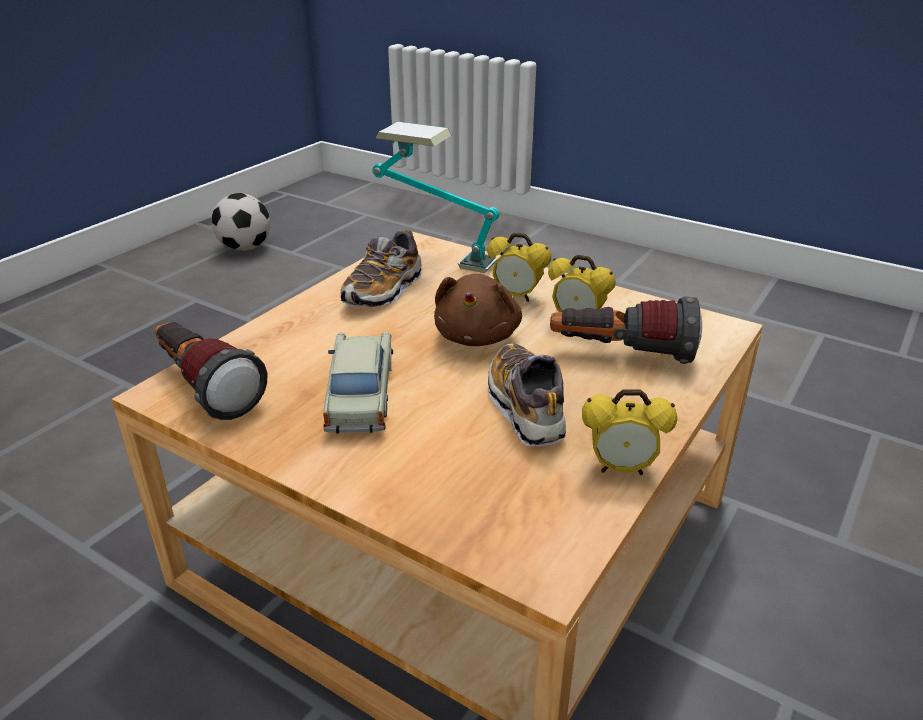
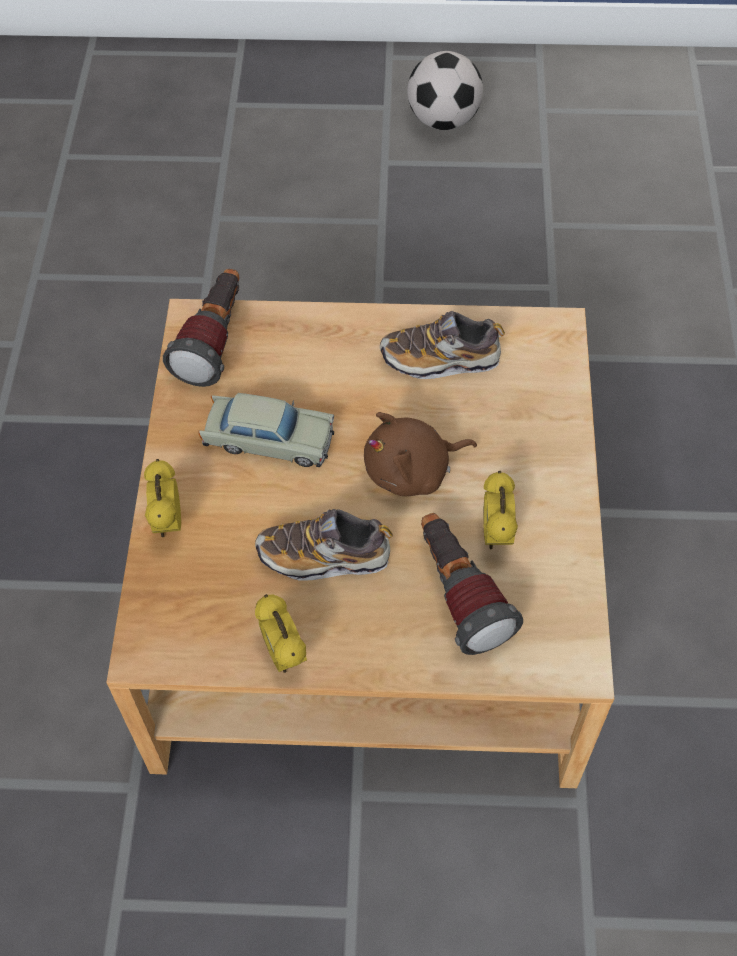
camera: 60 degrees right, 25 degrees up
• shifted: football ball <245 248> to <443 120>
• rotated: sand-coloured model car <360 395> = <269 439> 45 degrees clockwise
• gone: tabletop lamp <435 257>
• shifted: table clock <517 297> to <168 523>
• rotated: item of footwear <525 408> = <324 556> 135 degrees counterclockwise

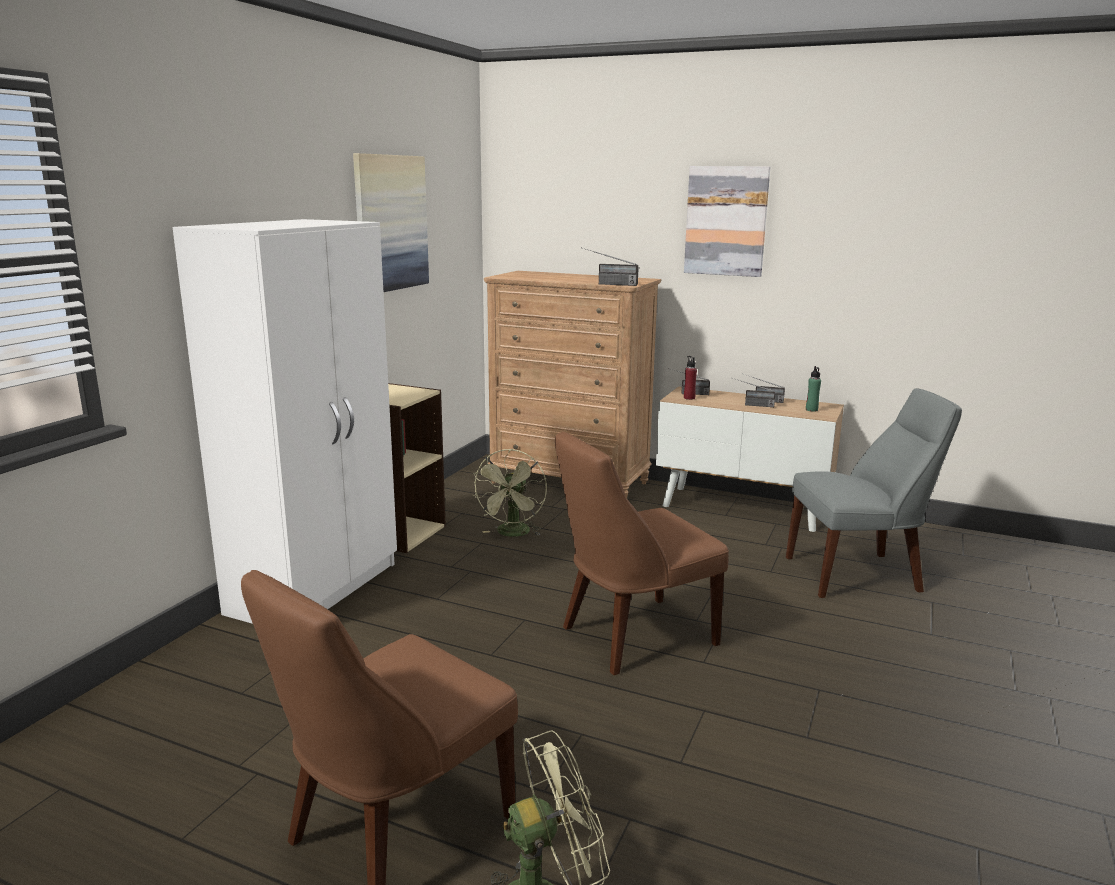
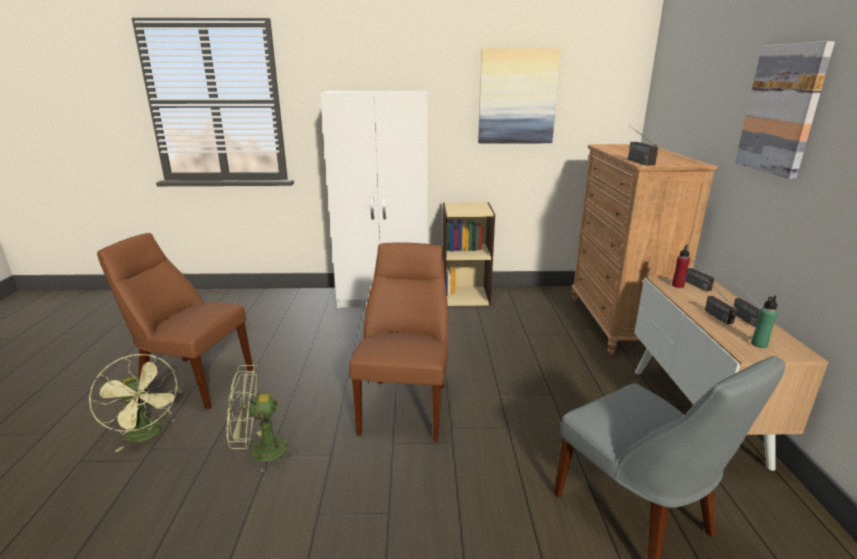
camera: 65 degrees right, 5 degrees up
• shifted: green-coloured fan <512 534> to <260 452>
• rotated: brown-coloured chair <632 637> = <406 405> 60 degrees clockwise

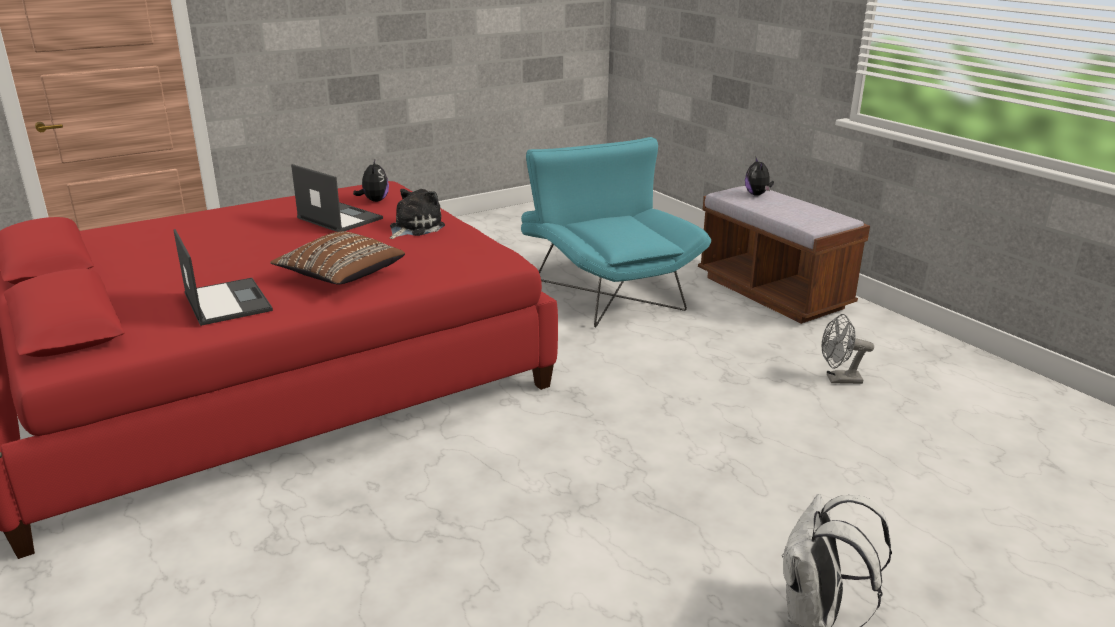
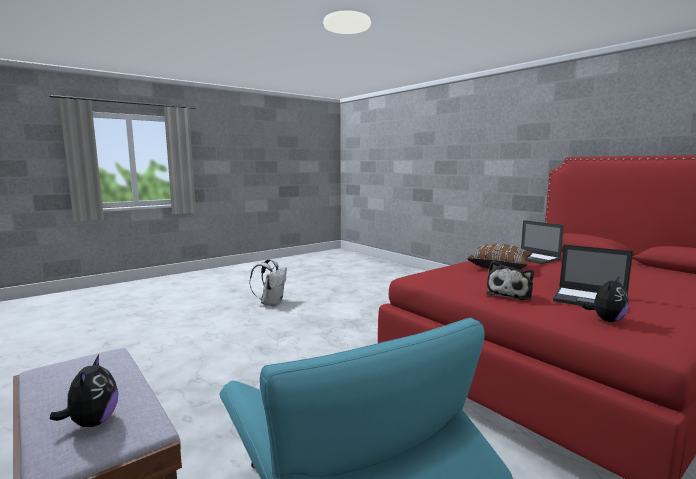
camera: 175 degrees right, 15 degrees down
• rotated: cuddly toy <374 201> = <606 320> 120 degrees counterclockwise
• gone: gray fan <838 379>

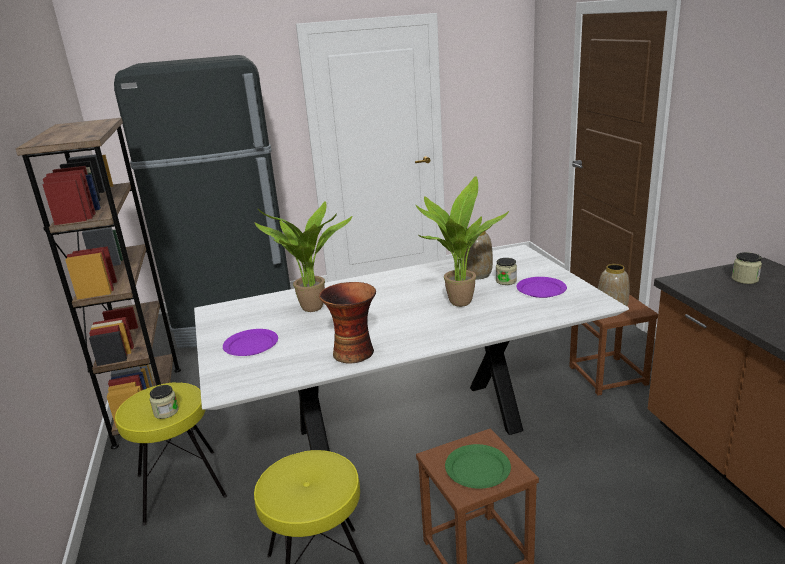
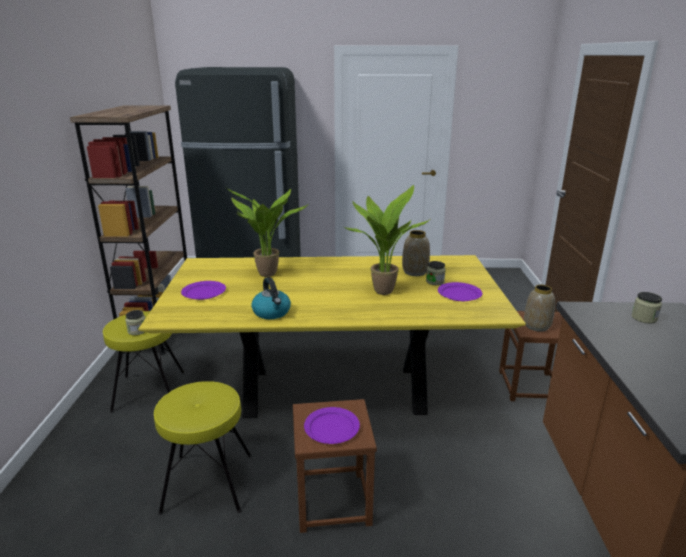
camera: 15 degrees right, 0 degrees up
• repainted: white-coloured kitchen table <408 431> to yellow kitchen table <333 392>
• swapped: vase <354 352> to water kettle <272 312>
• repainted: green-coloured flat dish <478 468> to purplish flat dish <332 427>

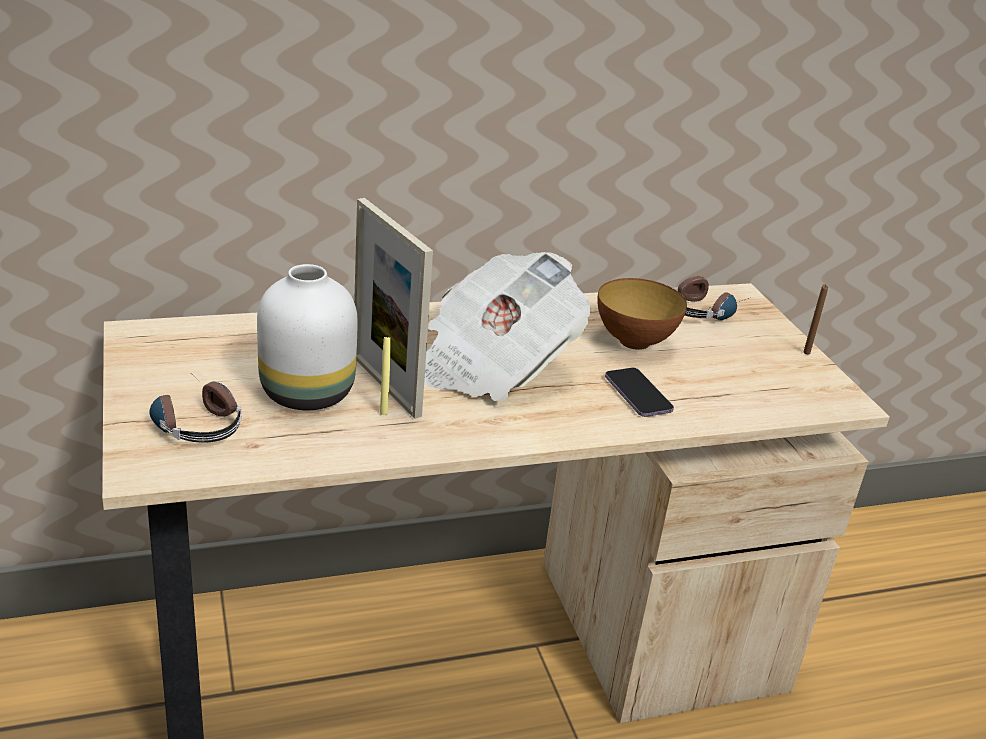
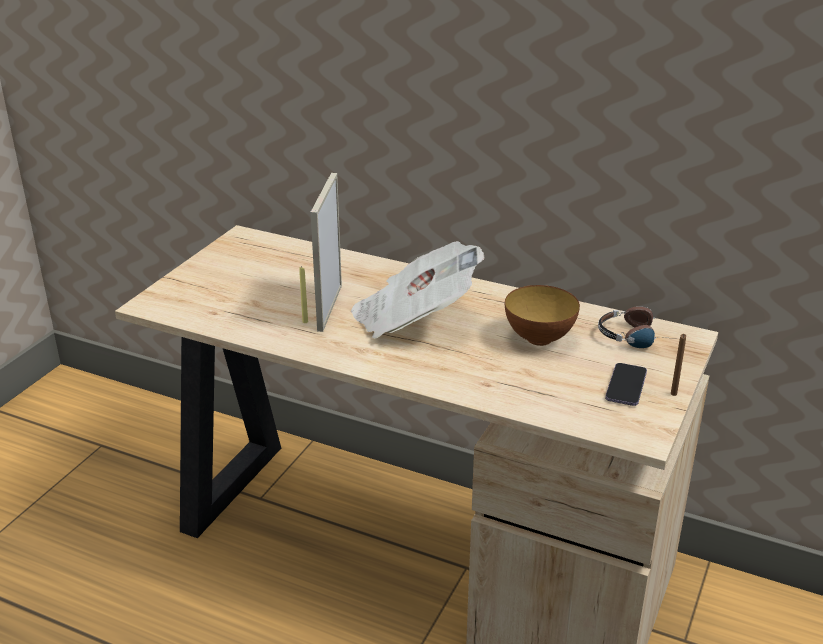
camera: 45 degrees right, 0 degrees up
• gone: headphones <194 421>
• gone: white-coloured vase <306 392>
• shifted: handset <638 394> to <626 386>

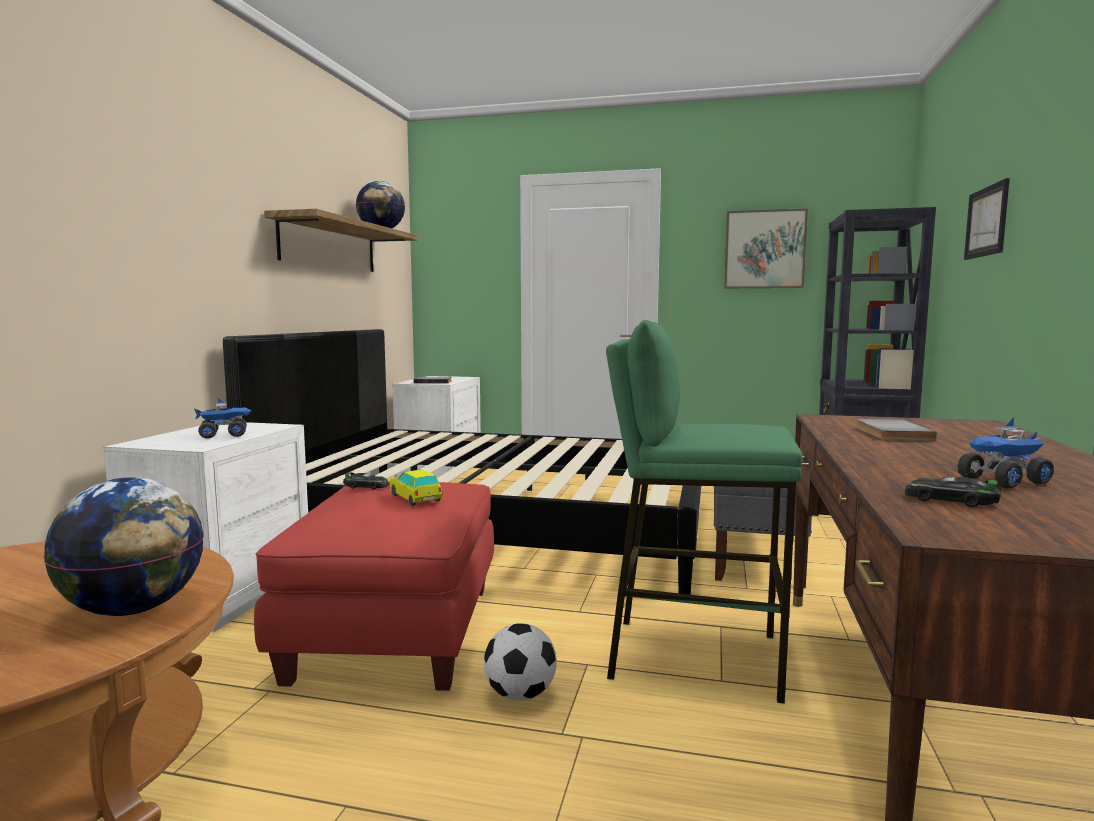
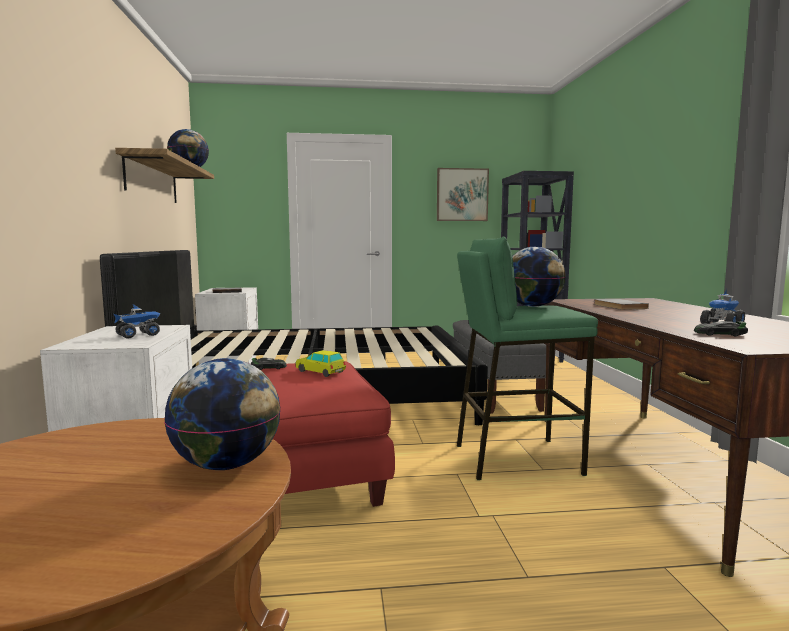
camera: 20 degrees left, 0 degrees up
• gone: football ball <520 695>
• gone: wall picture <987 221>
• new: desk globe <533 306>

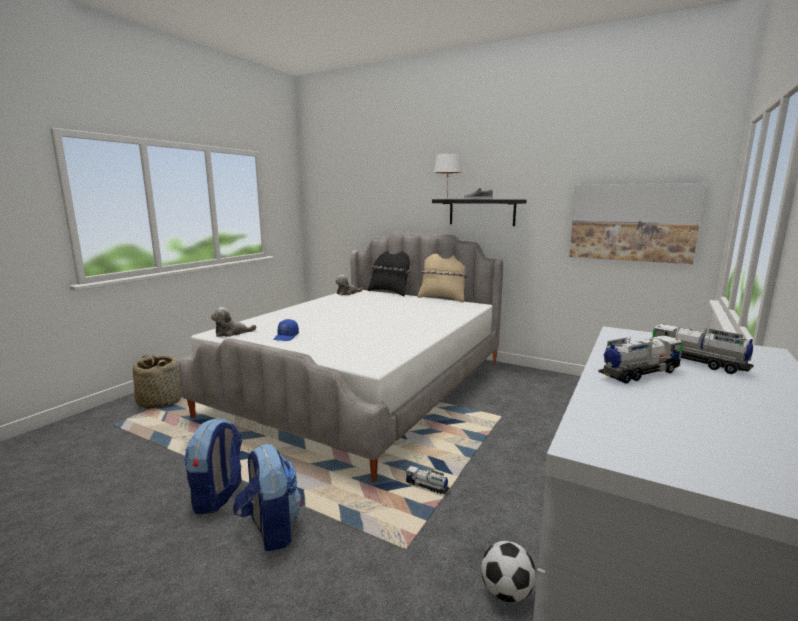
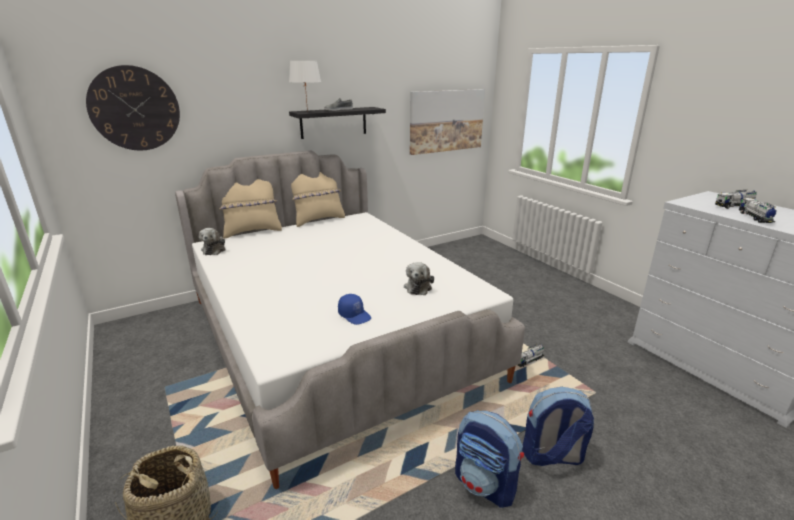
camera: 60 degrees left, 10 degrees up
• shifted: cuddly toy <232 333> to <418 287>
• repainted: black-coloured pillow <390 292> to sand-coloured pillow <252 231>
• gone: football ball <506 592>
• new: wall clock <135 109>

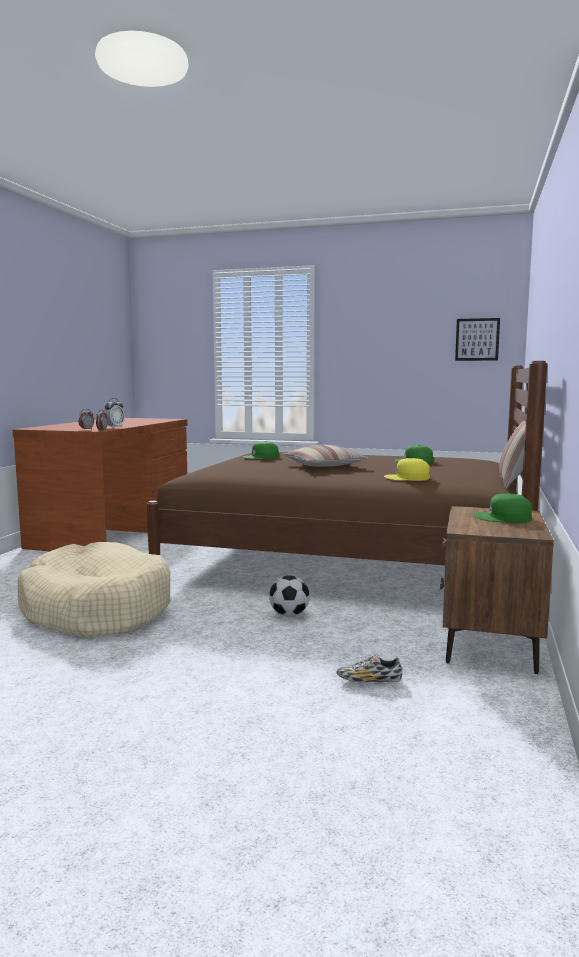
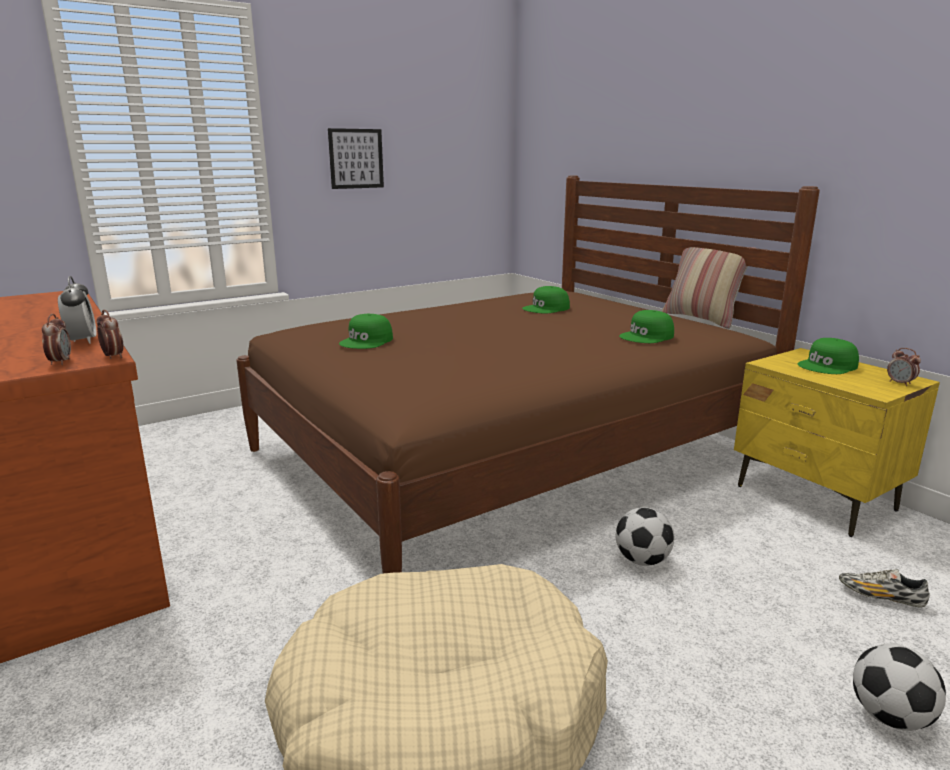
camera: 50 degrees left, 10 degrees up
• gone: pillow <324 466>
• rotated: item of footwear <369 681> = <880 597> 75 degrees clockwise
• repainted: yellow baseball cap <407 478> to green-coloured baseball cap <647 336>
• repainted: brown-coloured nightstand <489 644> to yellow nightstand <815 498>
• shifted: wall picture <477 339> to <356 158>
• new: football ball <889 717>
• new: table clock <900 383>

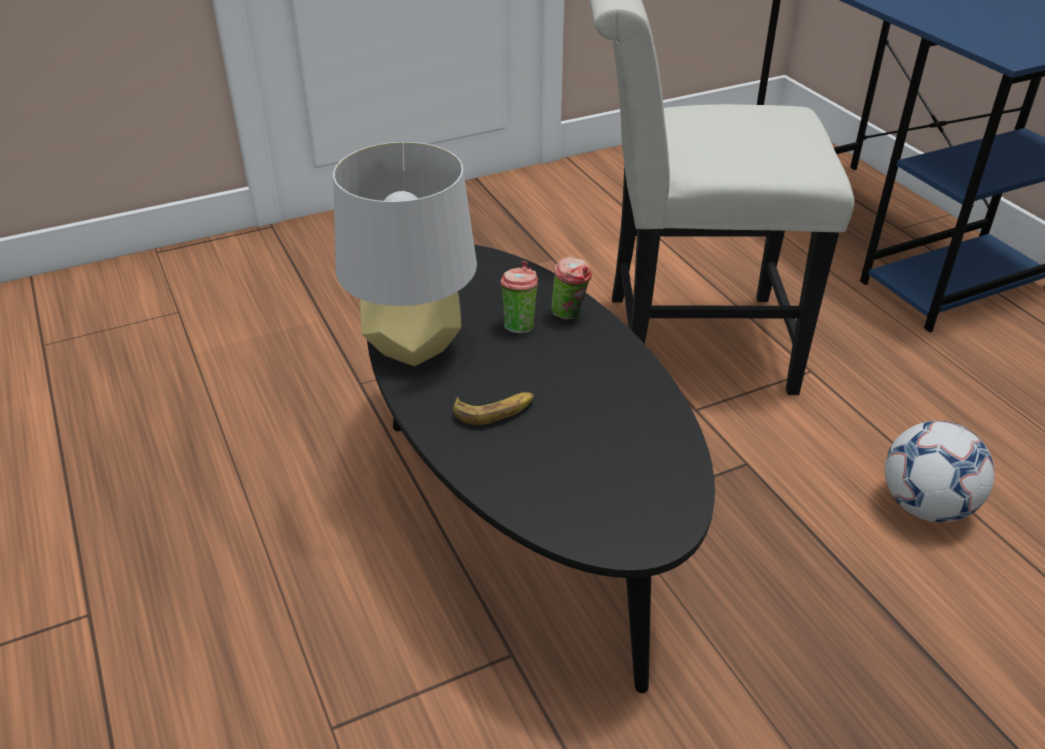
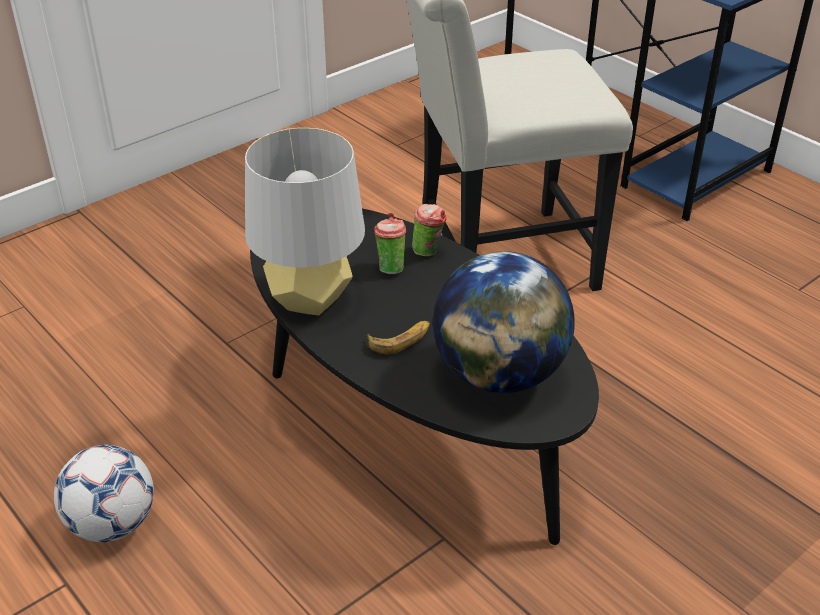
camera: 15 degrees left, 0 degrees up
• shifted: football ball <925 506> to <112 524>
• new: desk globe <499 375>

